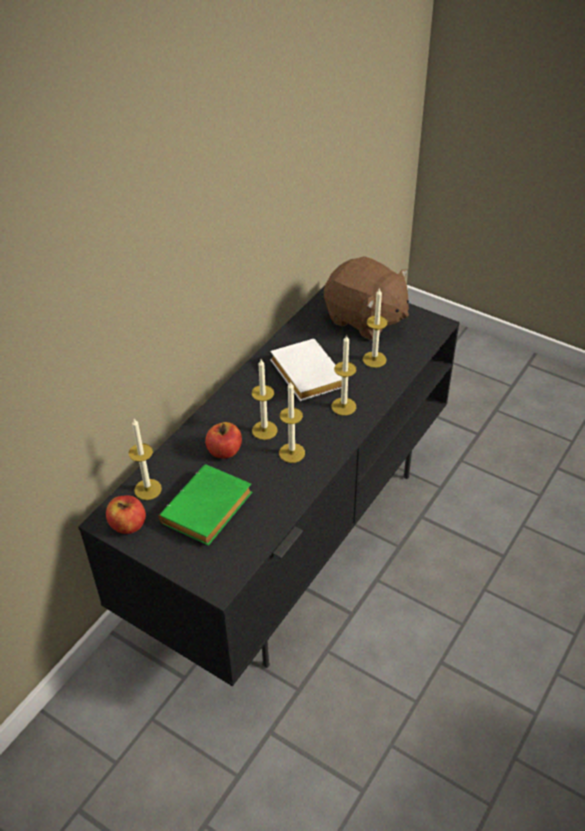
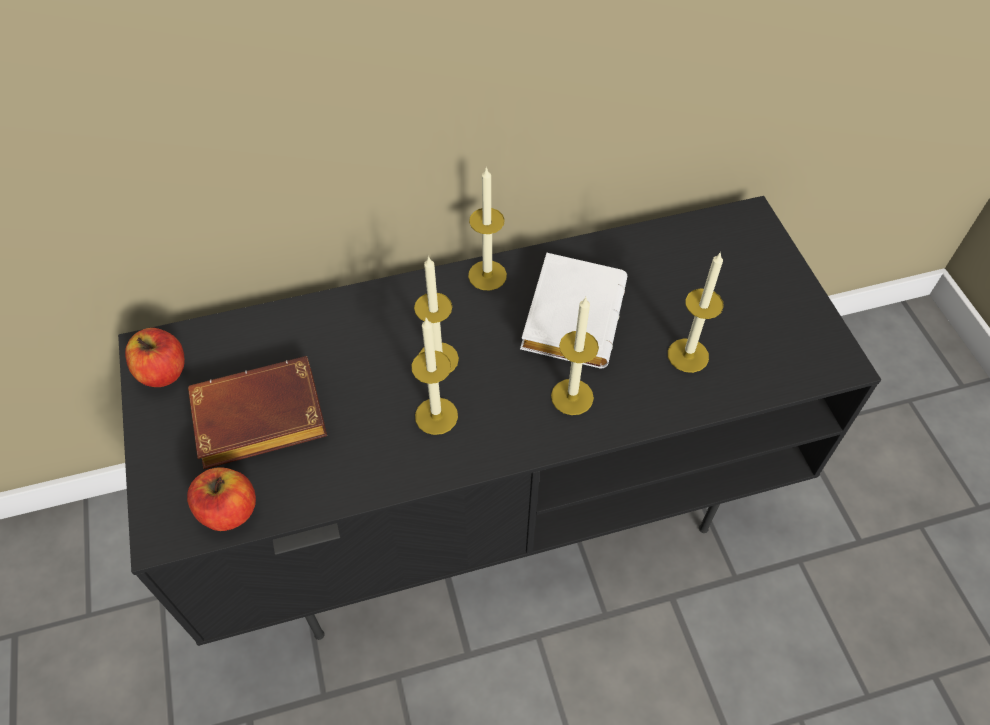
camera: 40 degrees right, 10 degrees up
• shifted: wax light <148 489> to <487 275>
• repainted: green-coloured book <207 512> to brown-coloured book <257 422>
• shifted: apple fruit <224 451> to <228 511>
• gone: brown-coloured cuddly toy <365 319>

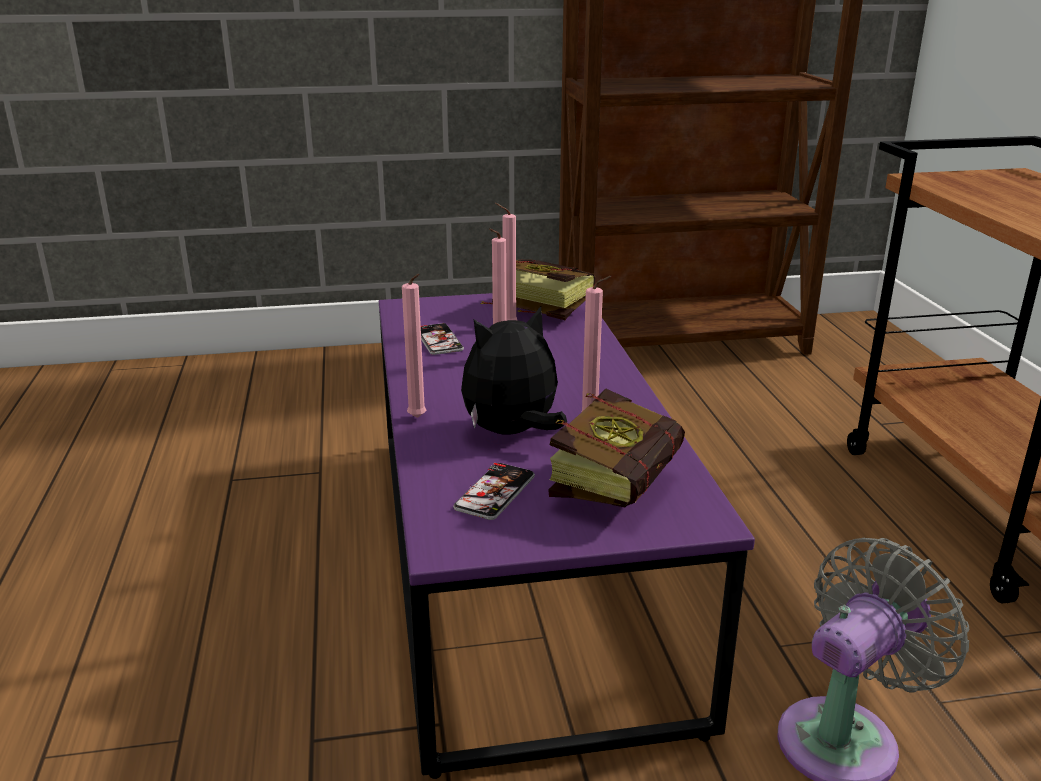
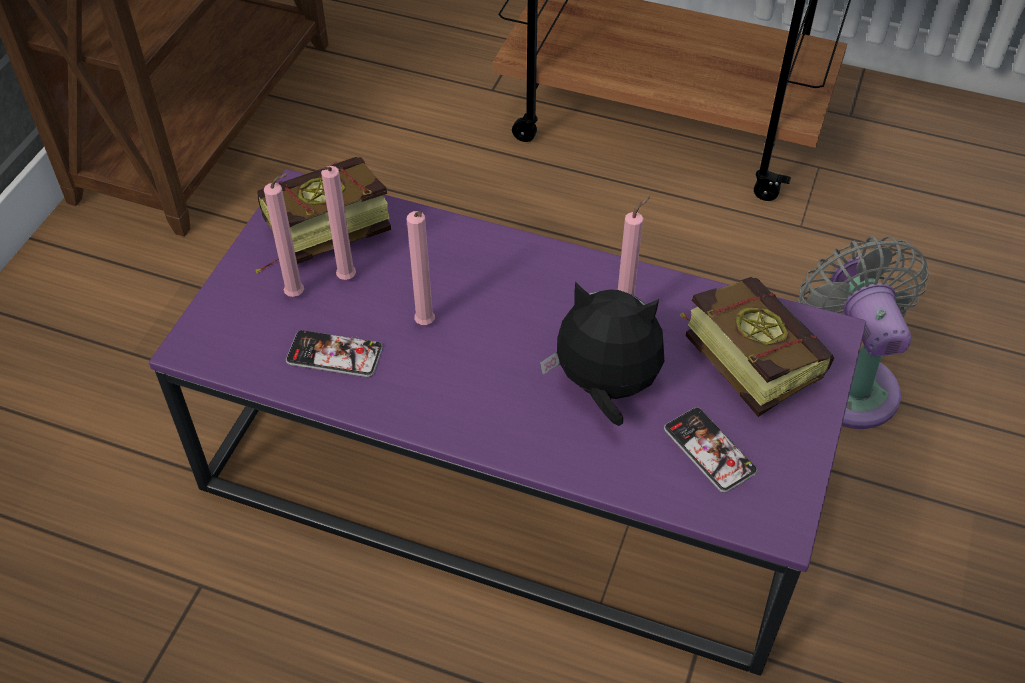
camera: 60 degrees left, 25 degrees up
• shifted: pink wax light <418 419> to <298 294>
• rotated: cuddly toy <513 433> = <604 388> 105 degrees clockwise

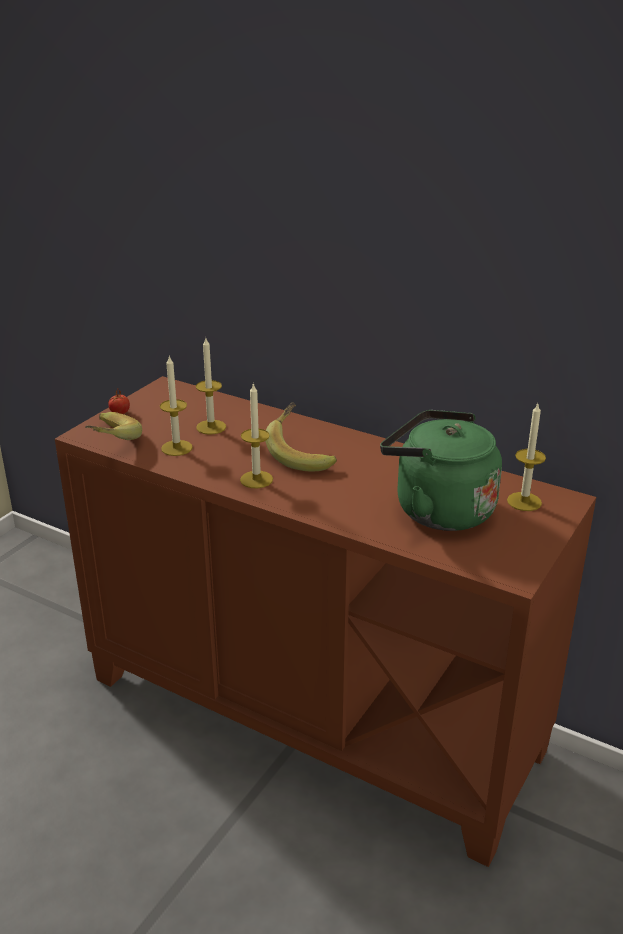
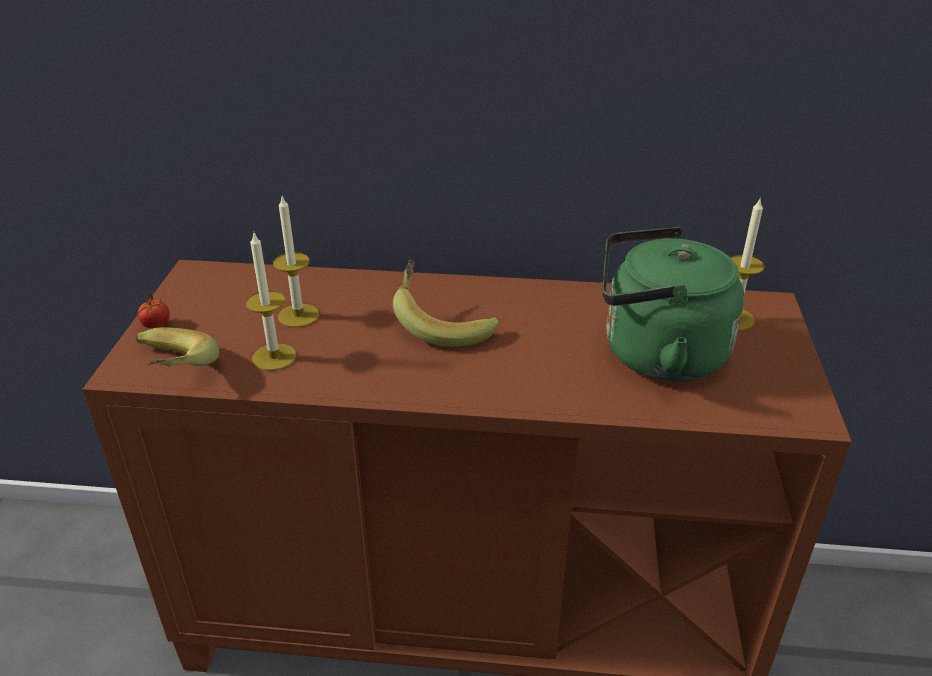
camera: 25 degrees left, 5 degrees up
• gone: wax light <256 479>

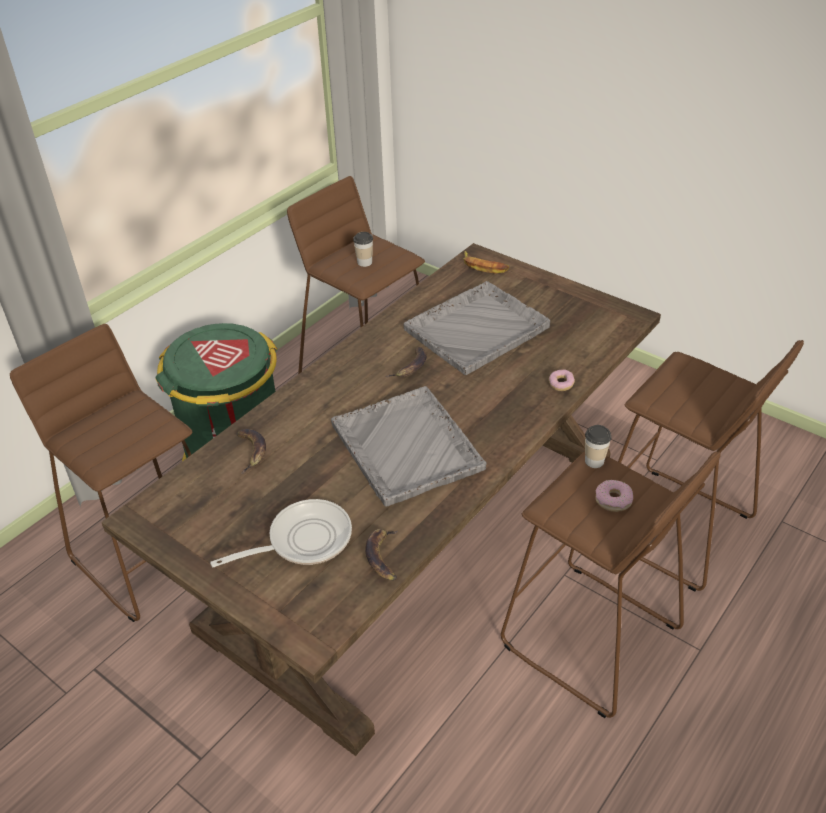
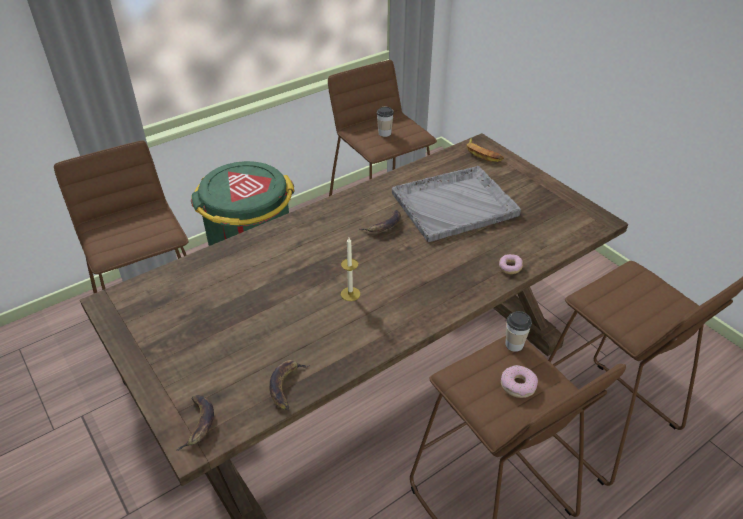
camera: 15 degrees right, 0 degrees up
• gone: skillet <303 540>
• shifted: whole banana <251 451> to <198 424>
• swapped: gray carrying tray <407 447> to wax light <350 294>

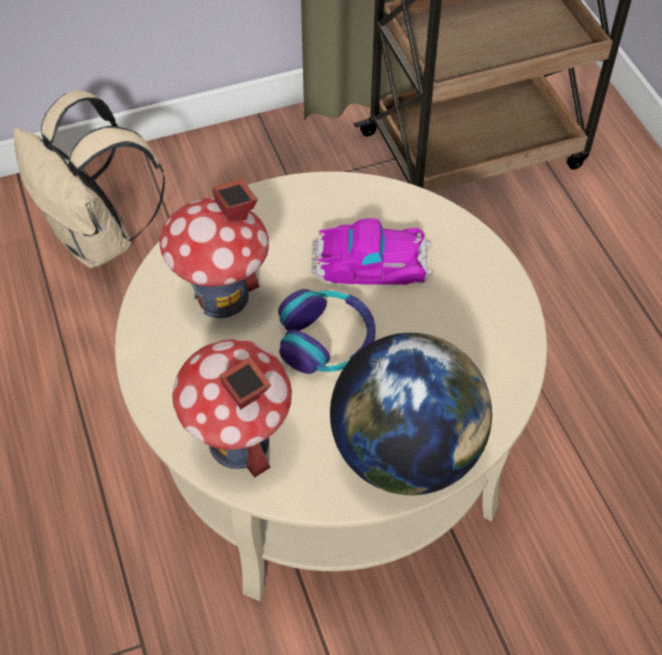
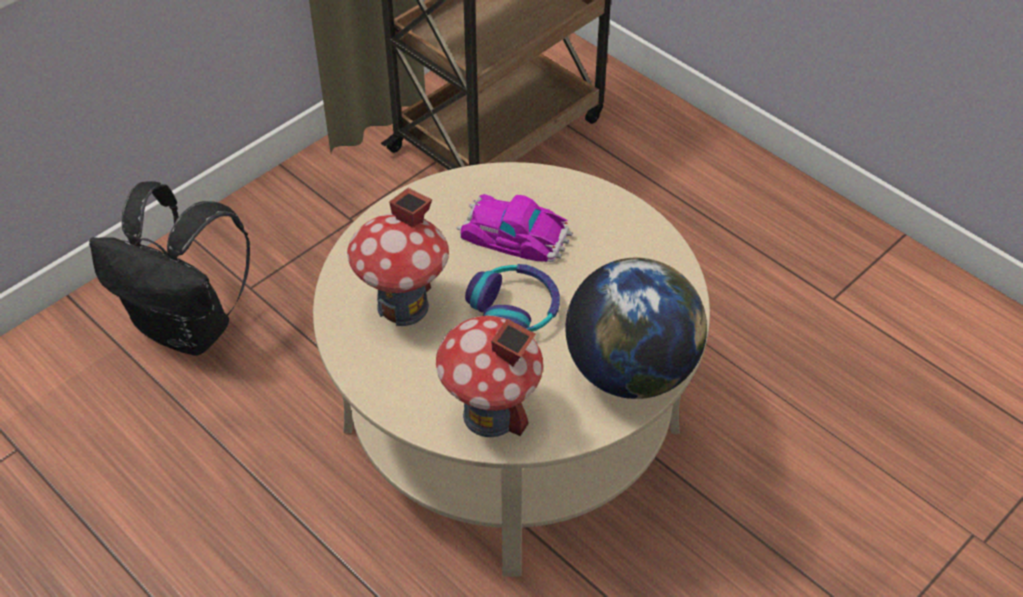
camera: 25 degrees left, 5 degrees down
• repainted: sand-coloured backpack <99 240> to black-coloured backpack <189 328>
• rotated: model car <371 261> = <514 234> 135 degrees counterclockwise

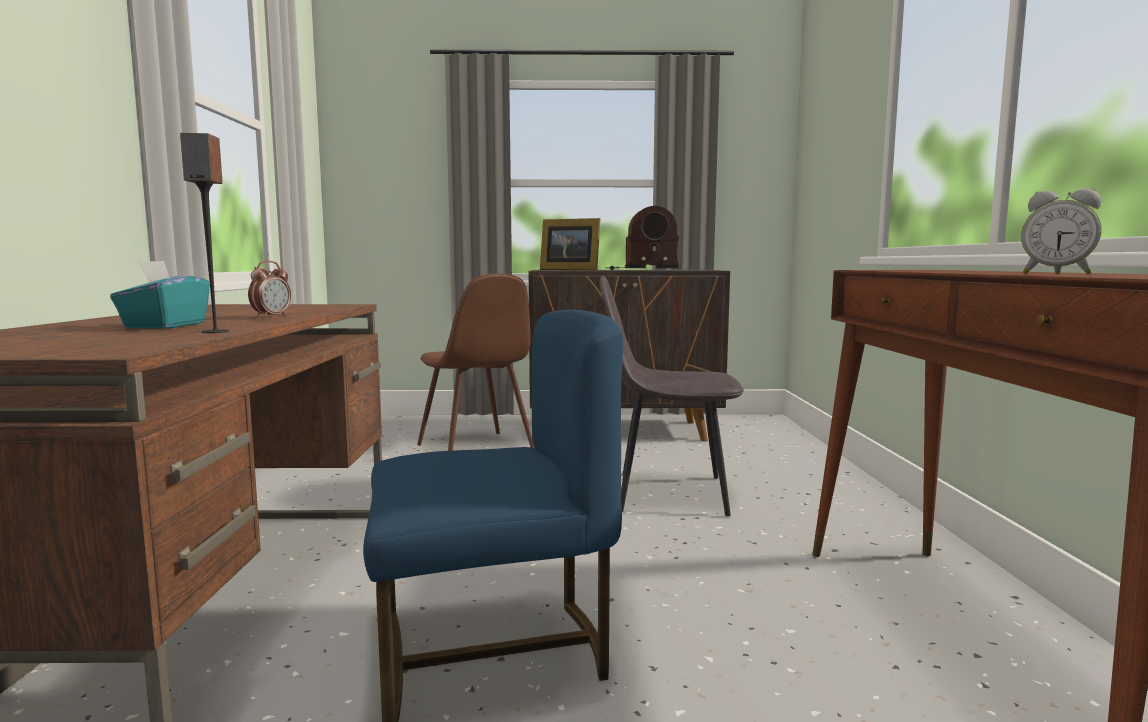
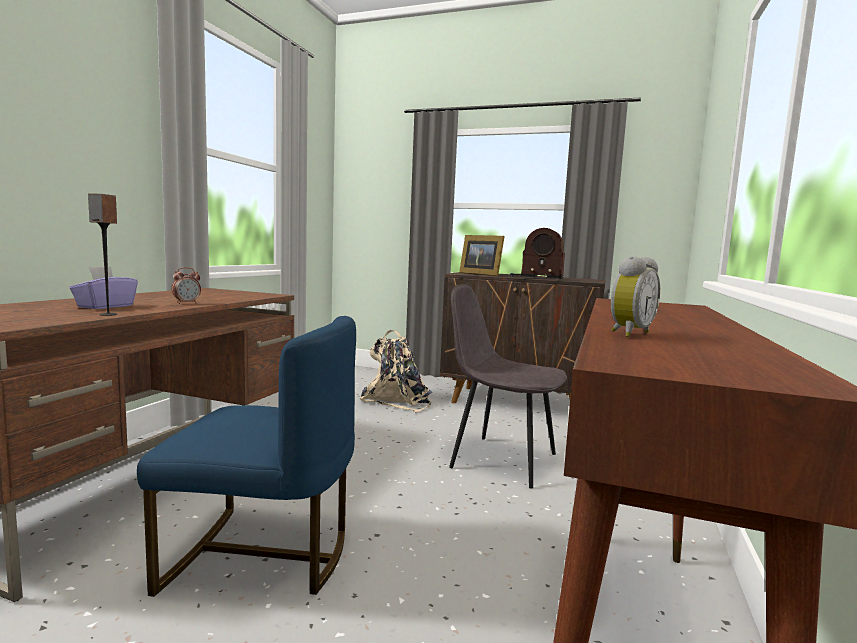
camera: 20 degrees right, 0 degrees up
• repainted: blue-green tissue box <165 326> to purplish tissue box <105 306>
• swapped: brown-coloured chair <476 448> to sand-coloured backpack <397 400>
• rotated: table clock <1056 274> = <628 333> 105 degrees counterclockwise

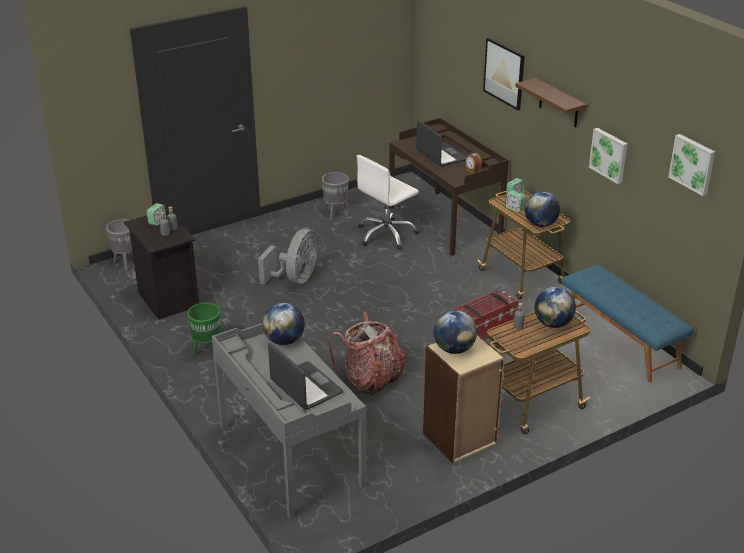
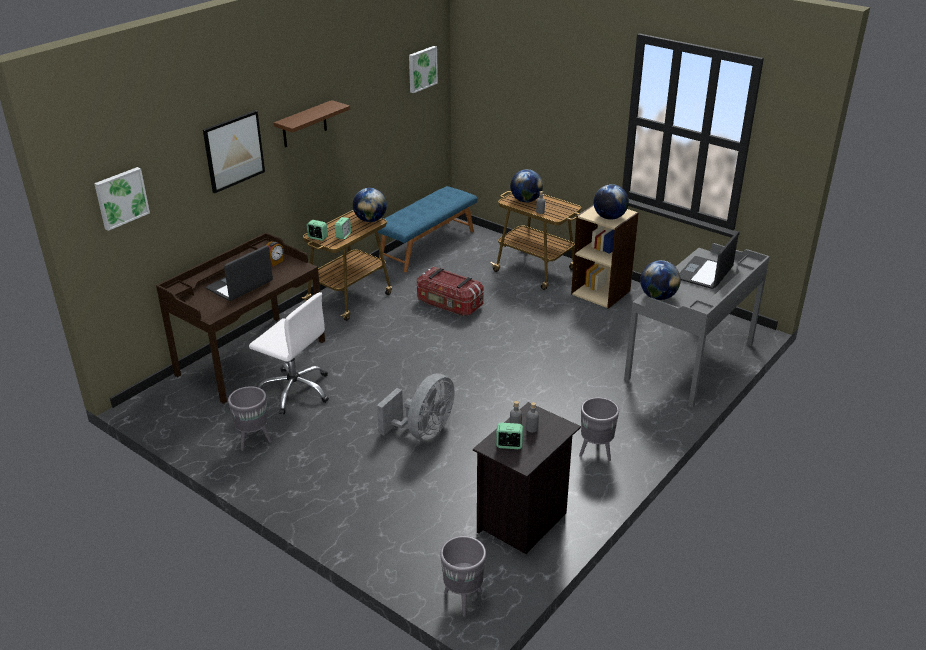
camera: 110 degrees left, 0 degrees up
• repainted: green-coloured plant pot <207 351> to gray plant pot <595 453>
• rotated: gray fan <295 279> = <423 432> 120 degrees clockwise
• gone: backpack <370 379>
• shifted: wall picture <609 155> to <121 197>

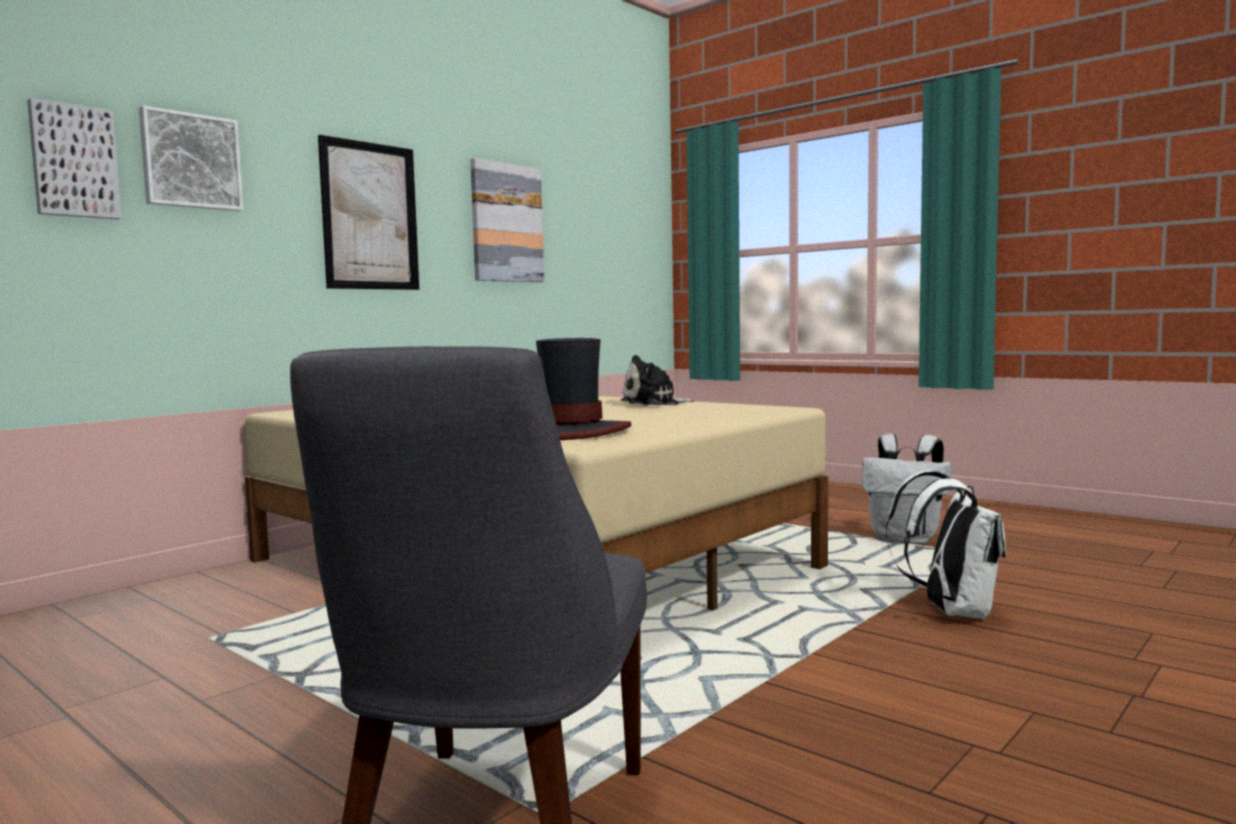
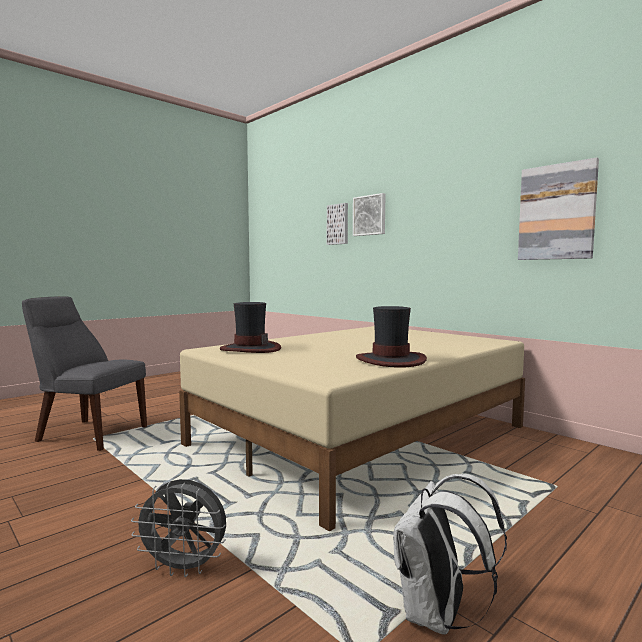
camera: 95 degrees right, 0 degrees up
• gone: wall picture <370 216>
• swapped: cuddly toy <654 403> to clothing hat <391 360>
• swapped: white-coloured backpack <951 611> to gray fan <184 568>

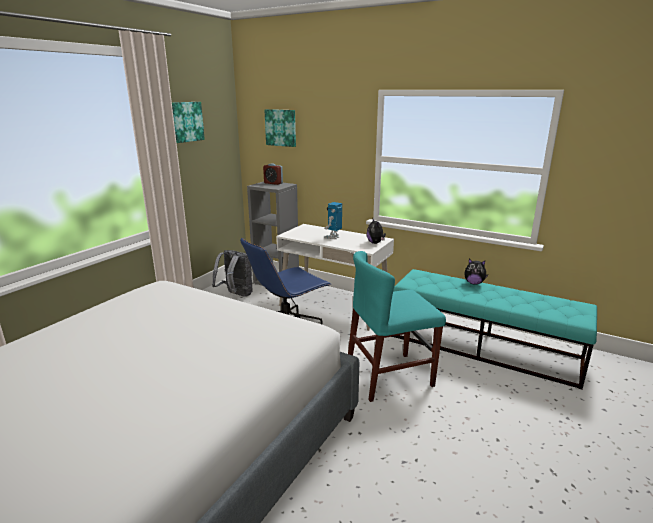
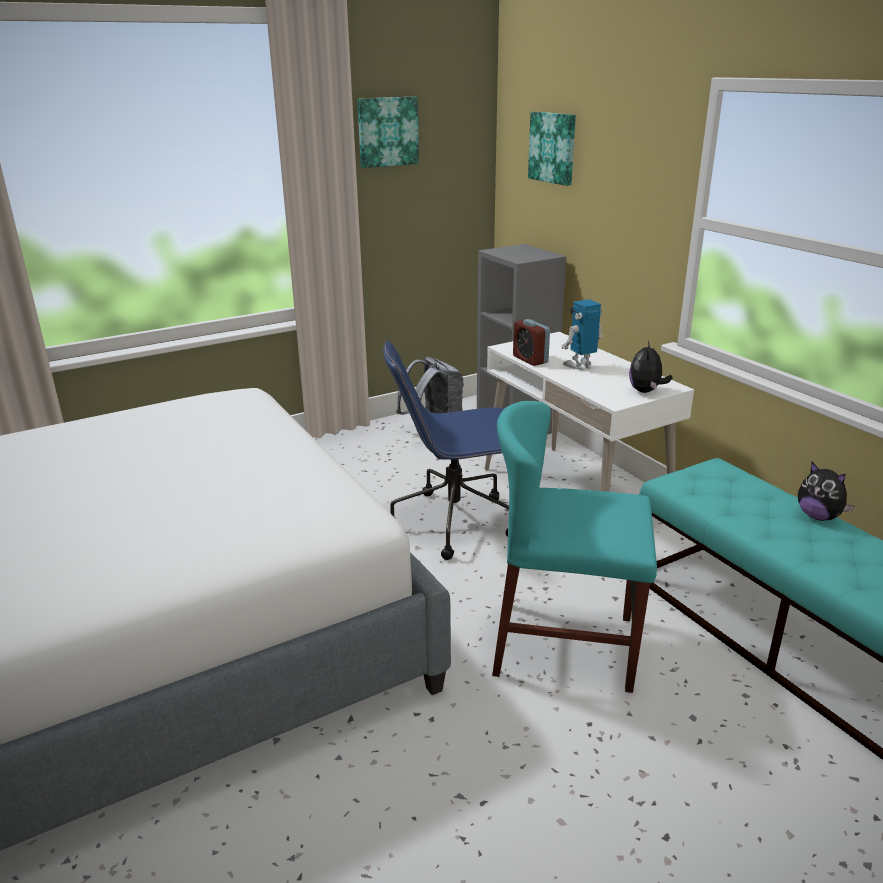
camera: 30 degrees right, 5 degrees up
• shifted: table clock <273 183> to <530 359>

